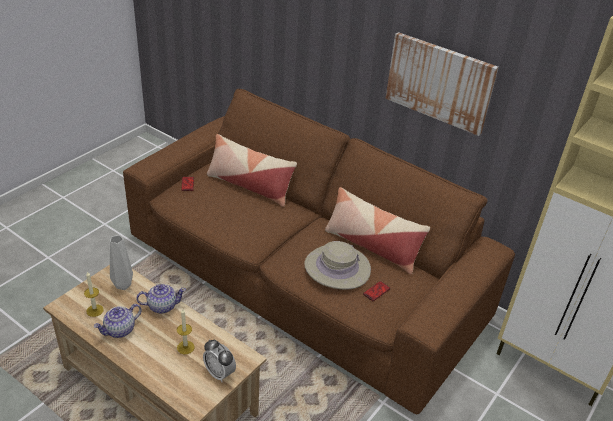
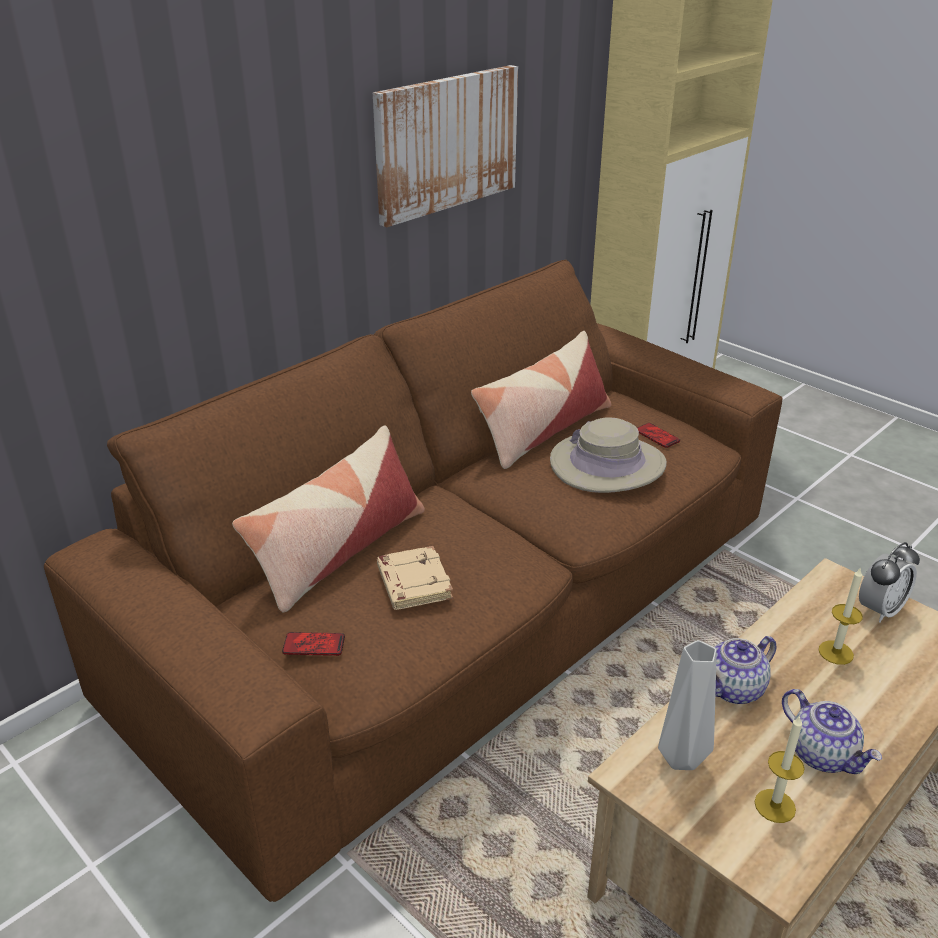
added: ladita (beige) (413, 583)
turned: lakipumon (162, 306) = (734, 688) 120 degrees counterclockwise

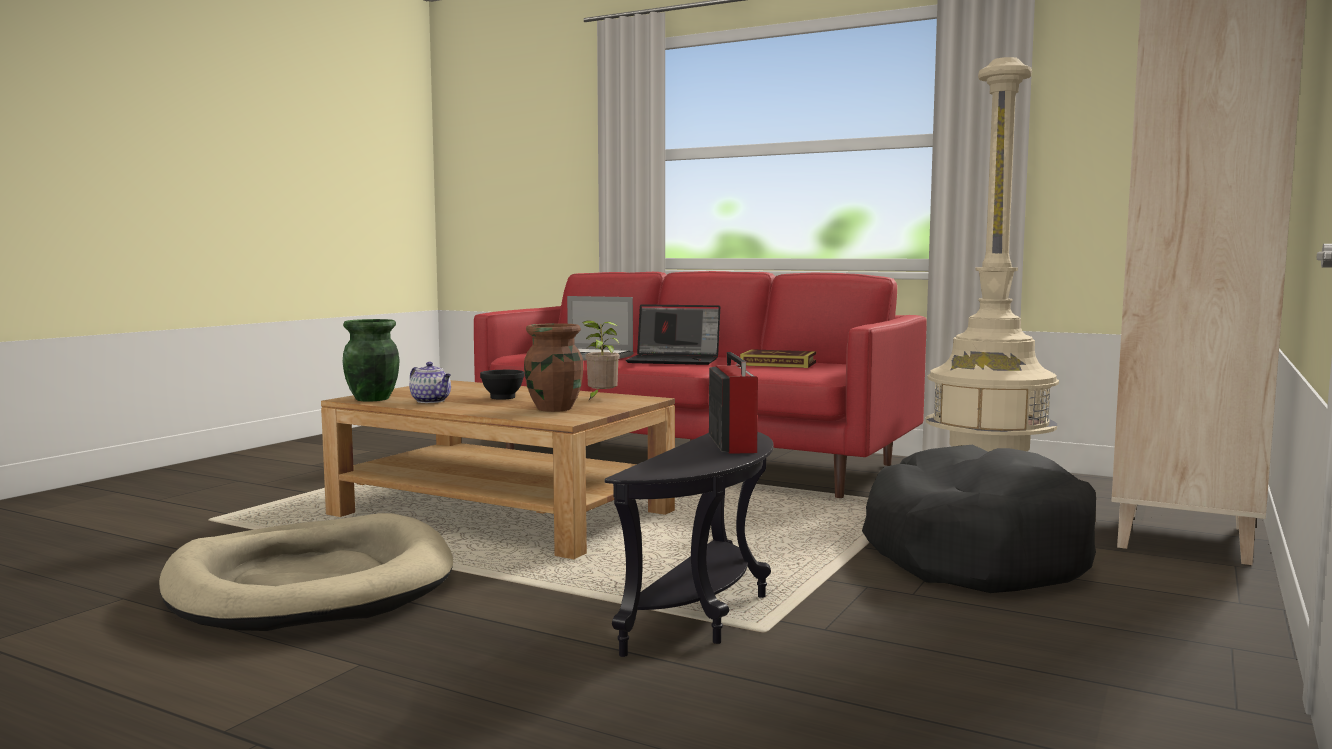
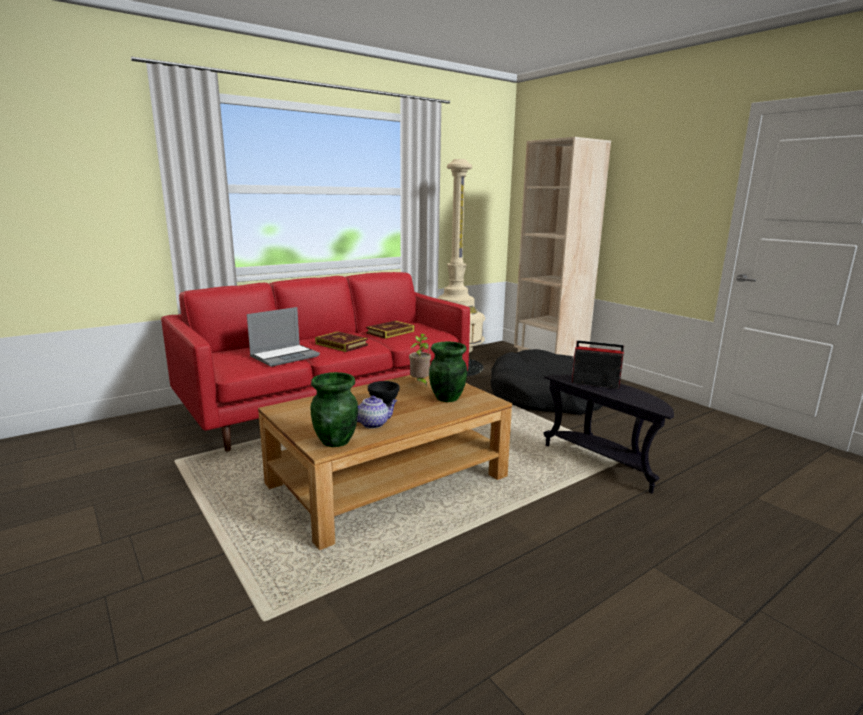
removed: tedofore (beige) (311, 584)
replaced: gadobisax (675, 361) to ladita (341, 344)
recoloured: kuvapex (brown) (553, 409) to kuvapex (green) (447, 398)

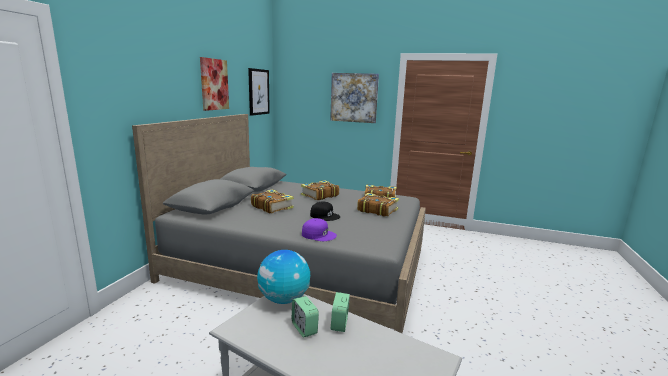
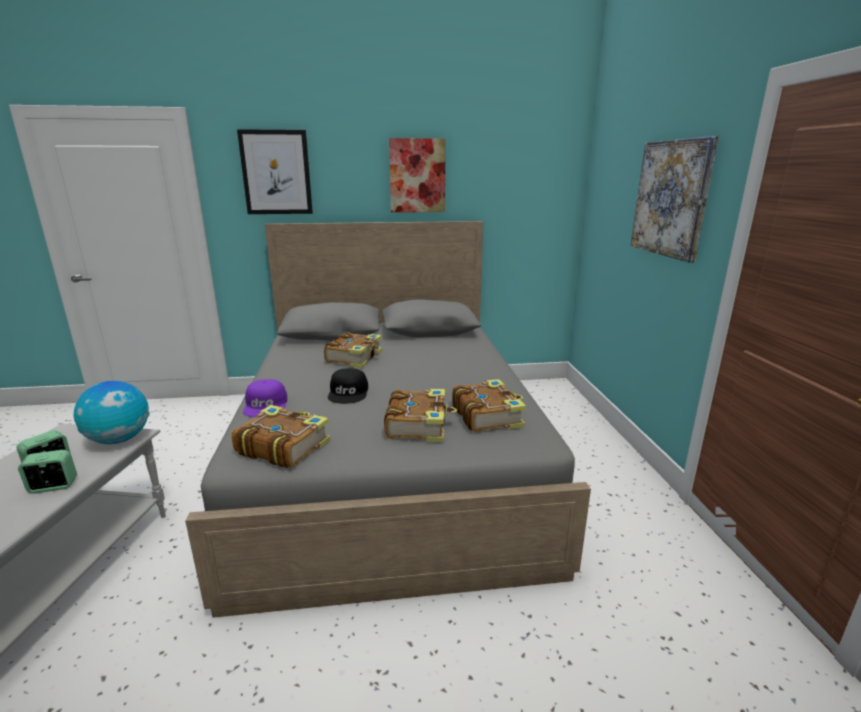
moved: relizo (258, 92) to (276, 173); ladita (319, 195) to (282, 446)

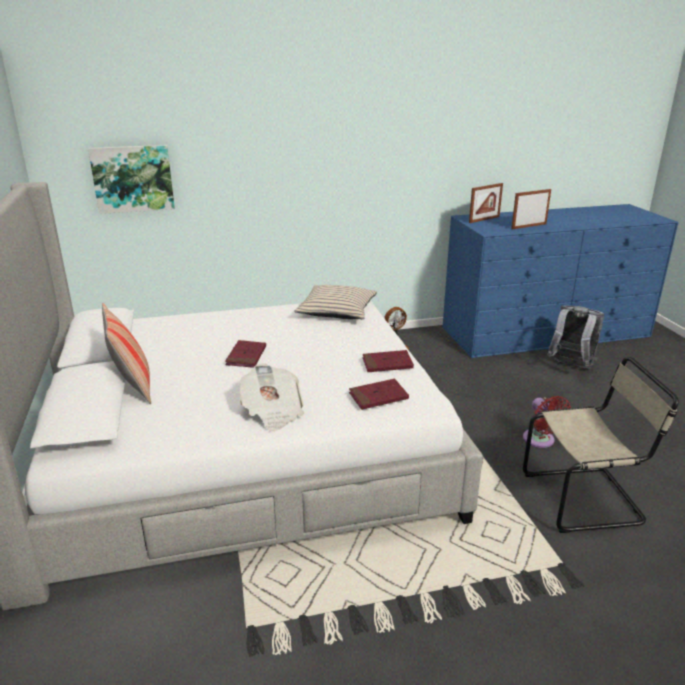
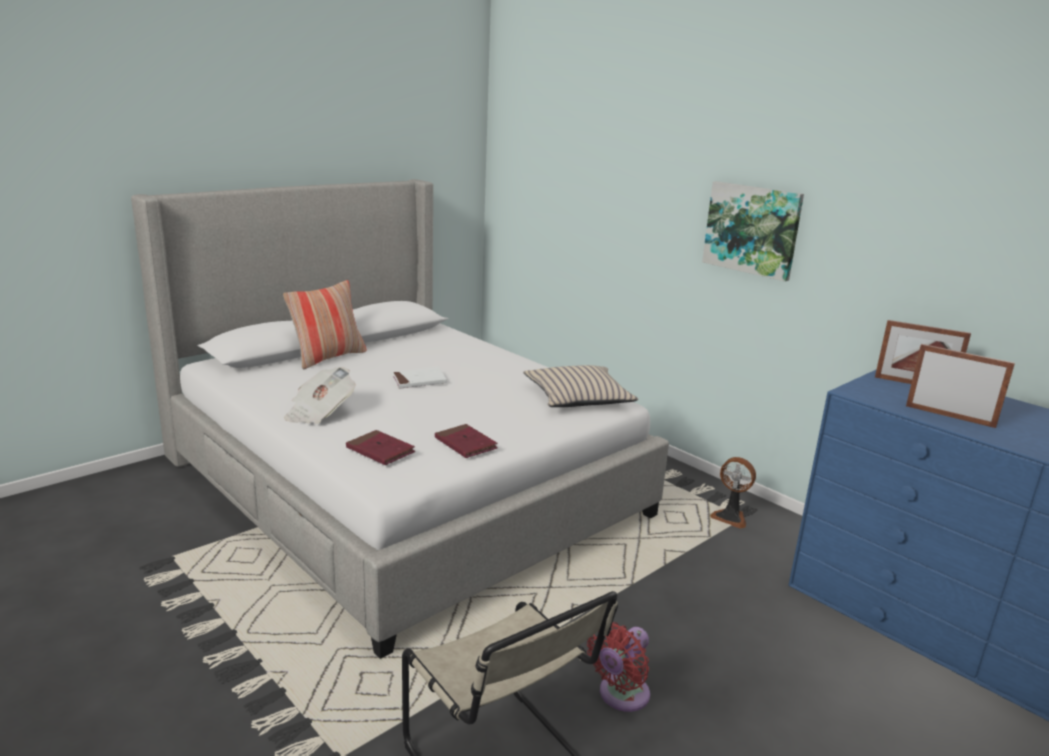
removed: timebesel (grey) (570, 367)
moved: relizo (133, 178) to (752, 229)
recoloured: ladita (red) (246, 356) to ladita (white) (419, 381)

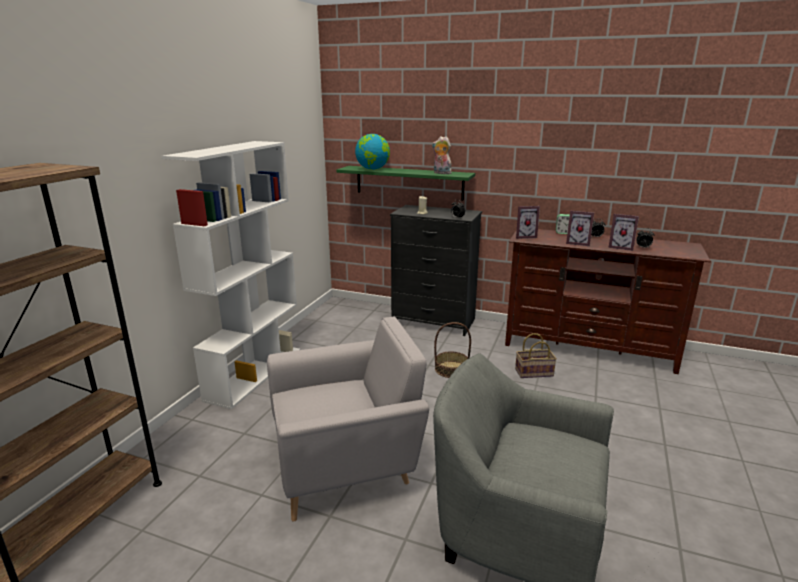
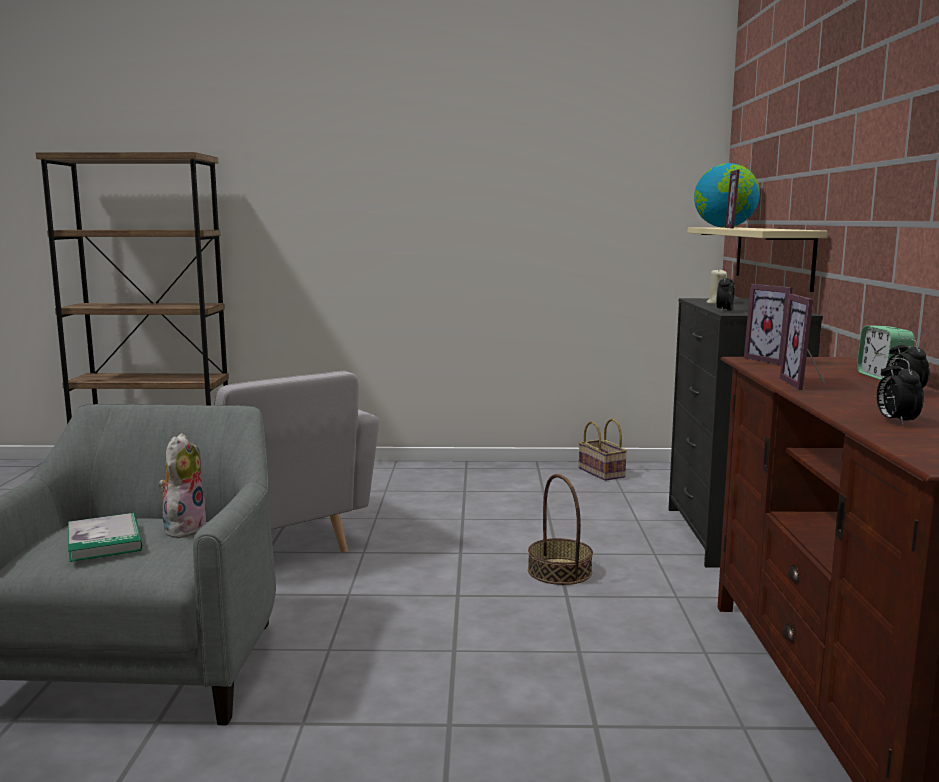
removed: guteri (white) (255, 373)
added: ladita (105, 541)
moved: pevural (441, 173) to (184, 528); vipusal (534, 372) to (603, 473); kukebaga (621, 247) to (739, 228)
recoloured: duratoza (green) (409, 182) to duratoza (beige) (772, 255)

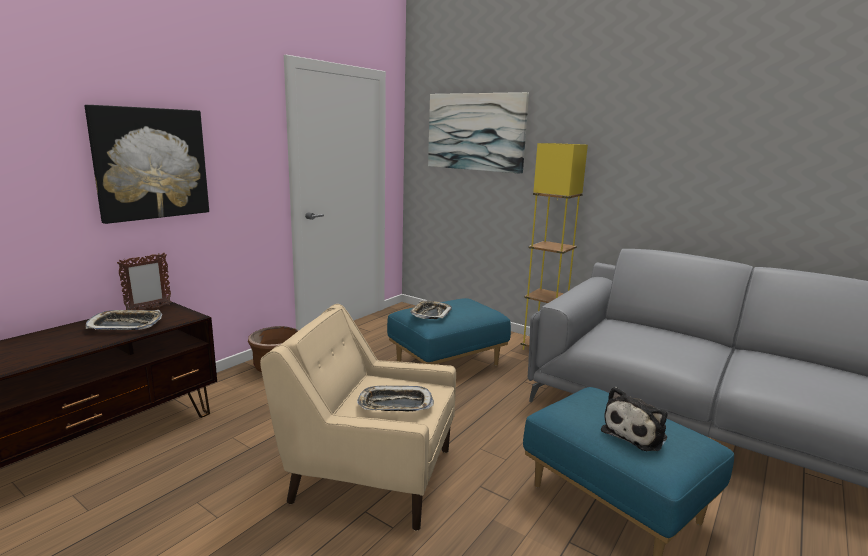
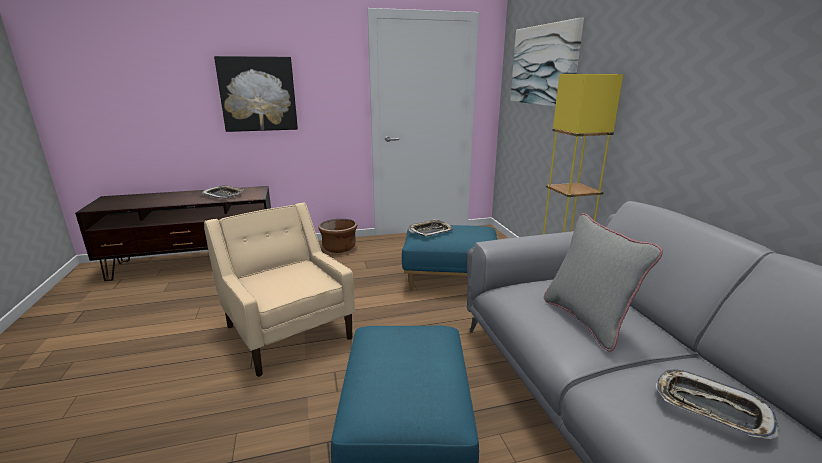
removed: kukebaga (148, 309); pevural (636, 433)
added: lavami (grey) (587, 320)
moved: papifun (395, 405) to (710, 408)

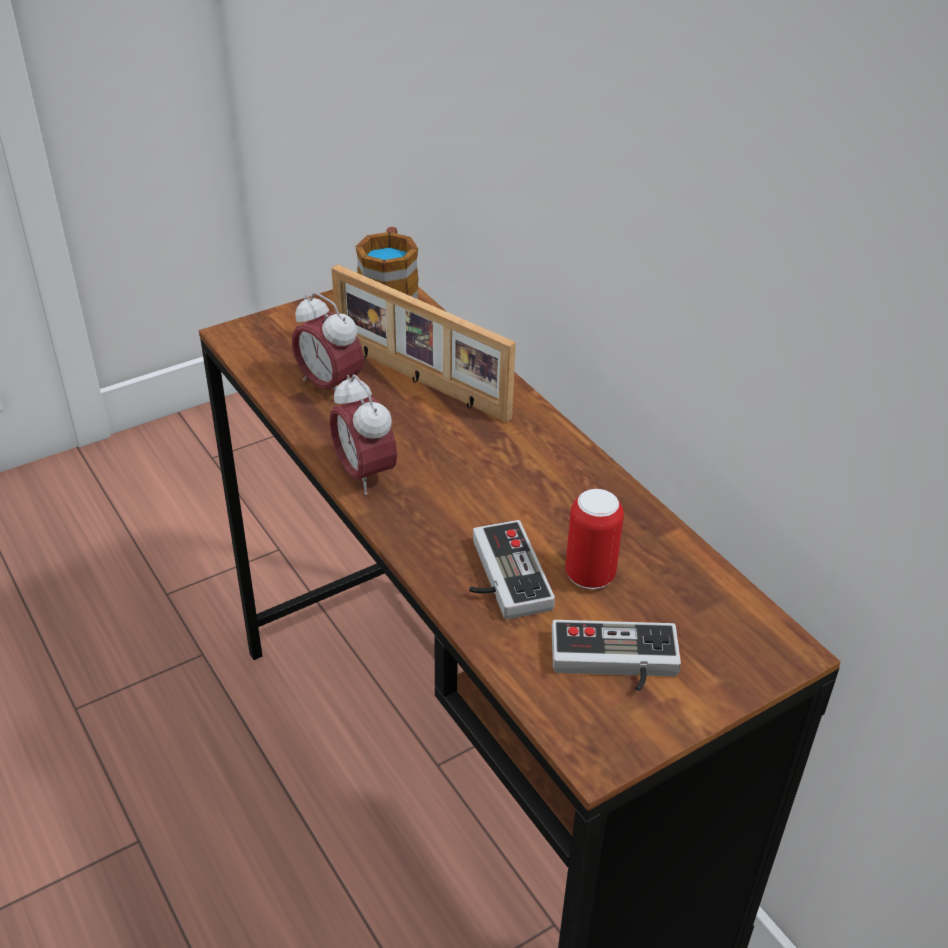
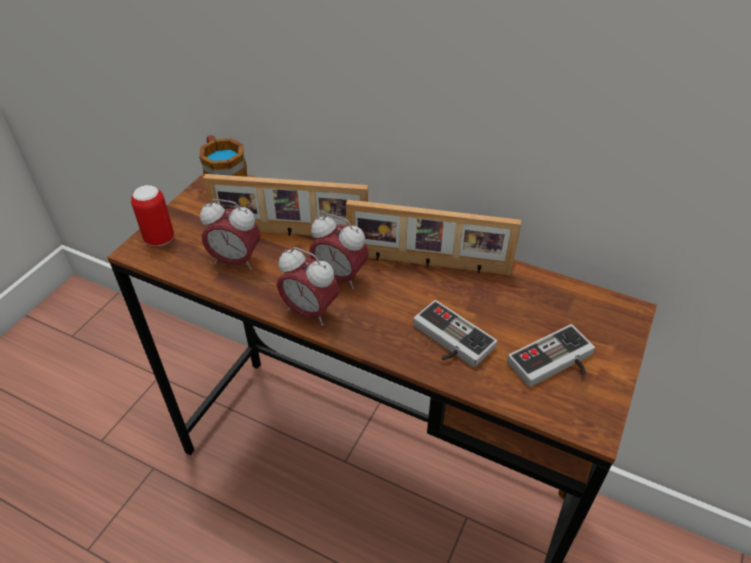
added: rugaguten (339, 277); kukebaga (427, 264)
moved: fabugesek (590, 575) to (159, 239)

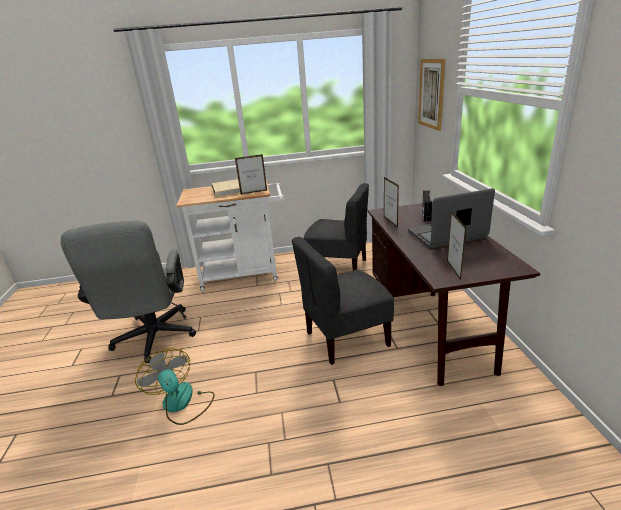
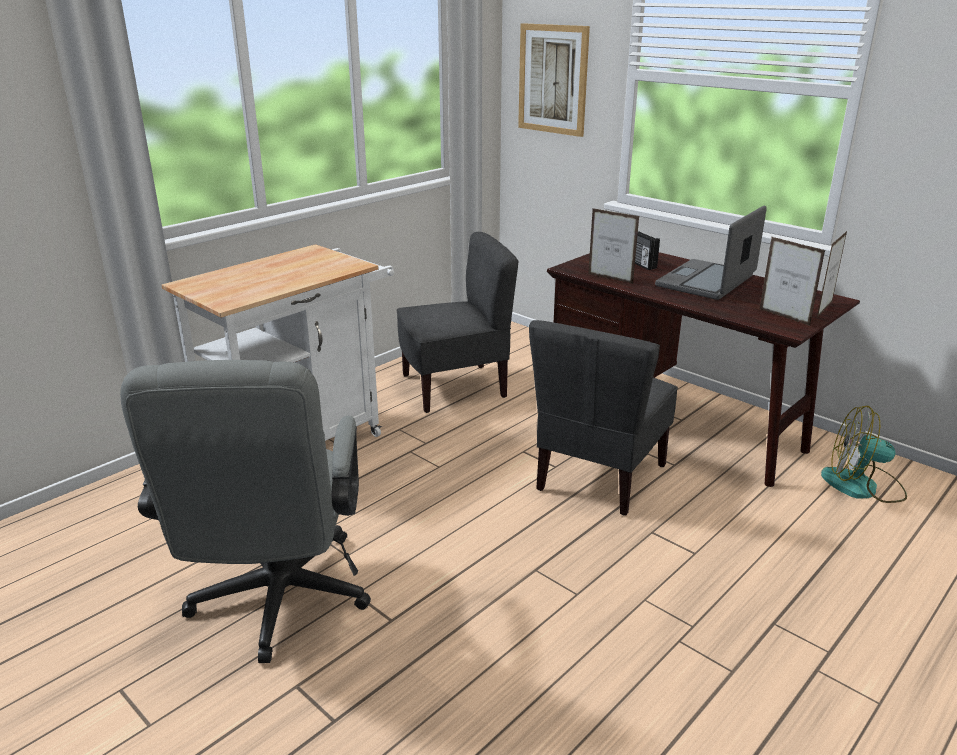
removed: ladita (beige) (227, 190)
moved: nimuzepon (182, 403) to (862, 486); kukebaga (254, 192) to (824, 310)
turned: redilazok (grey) (153, 340) = (277, 605) 45 degrees clockwise

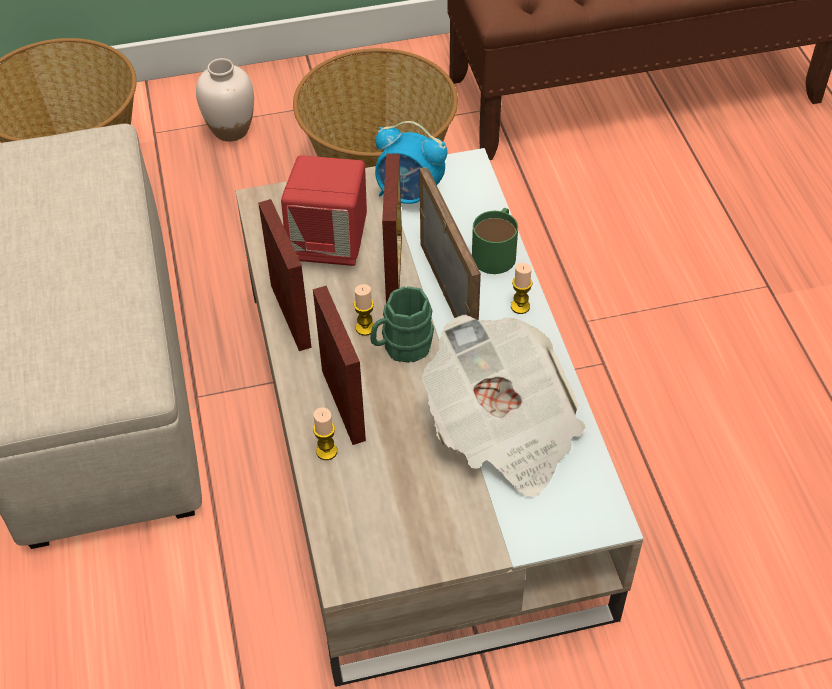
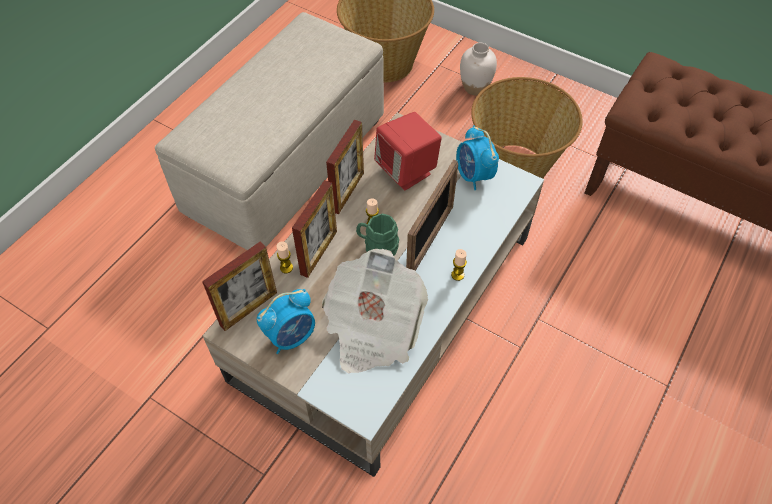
removed: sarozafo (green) (496, 251)
added: rugaguten (291, 336)
moved: kukebaga (394, 270) to (248, 309)

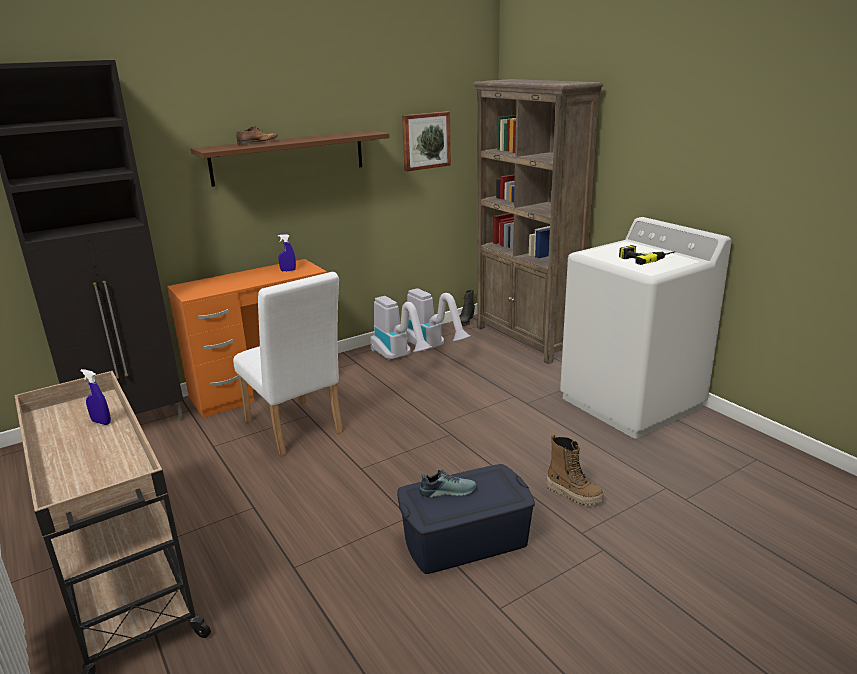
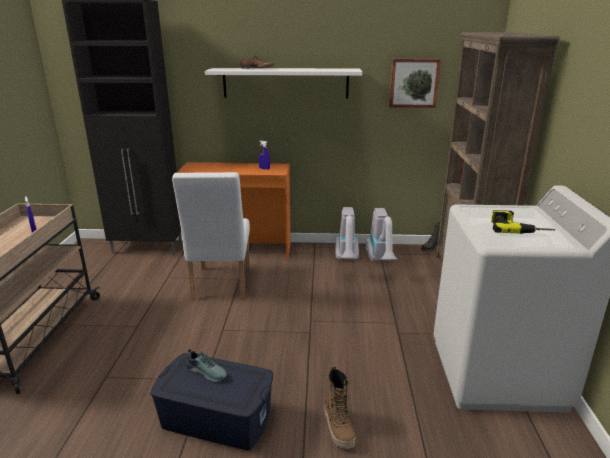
recoloured: duratoza (brown) (289, 157) to duratoza (white) (285, 83)

